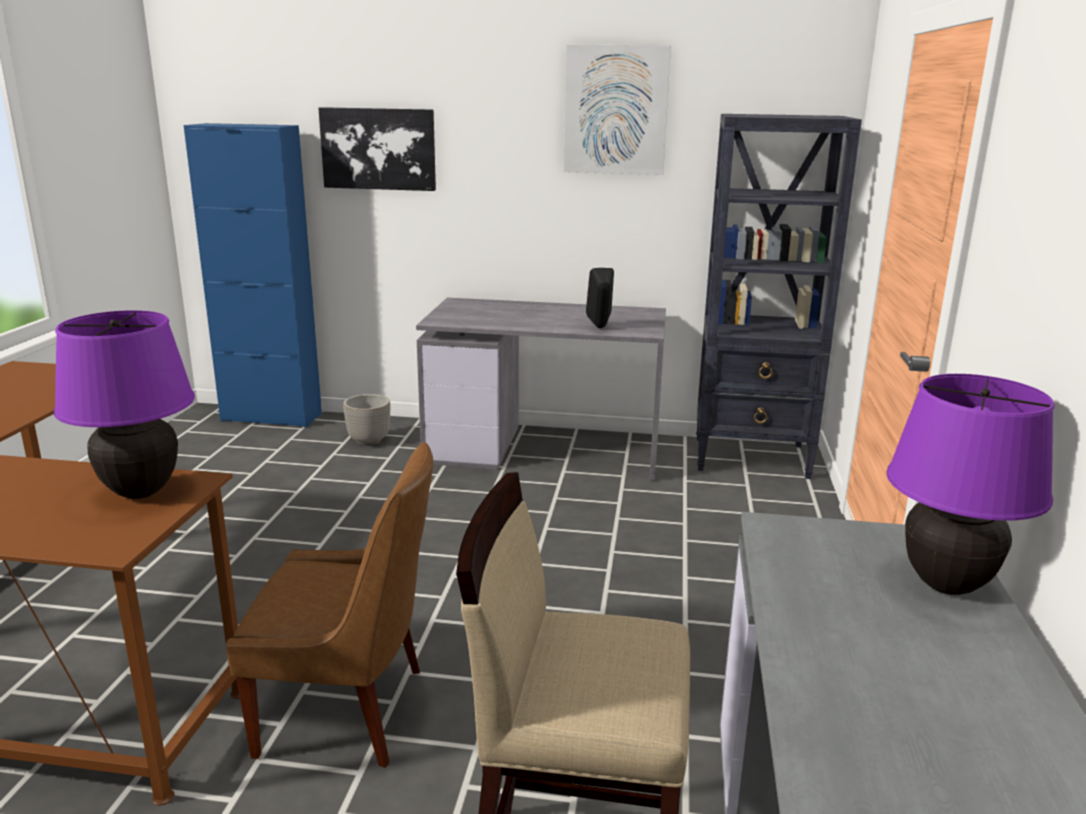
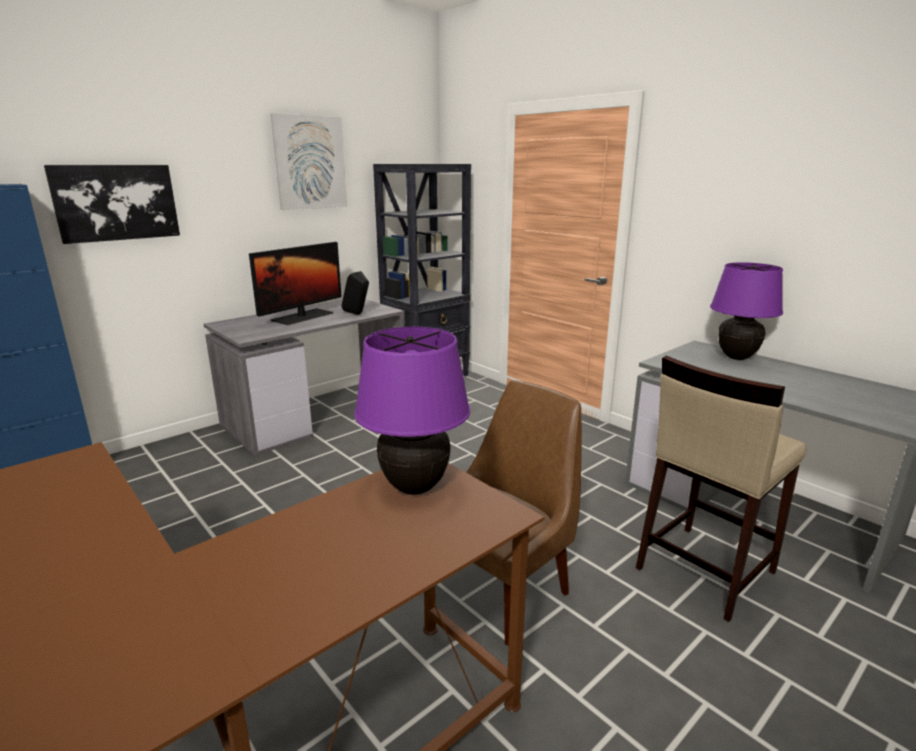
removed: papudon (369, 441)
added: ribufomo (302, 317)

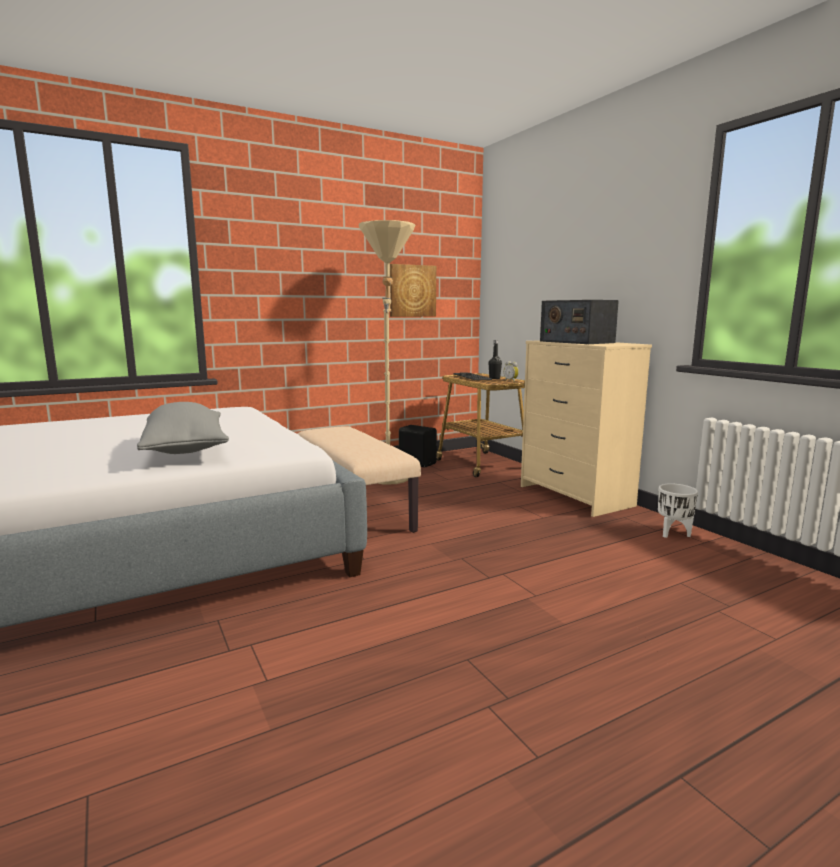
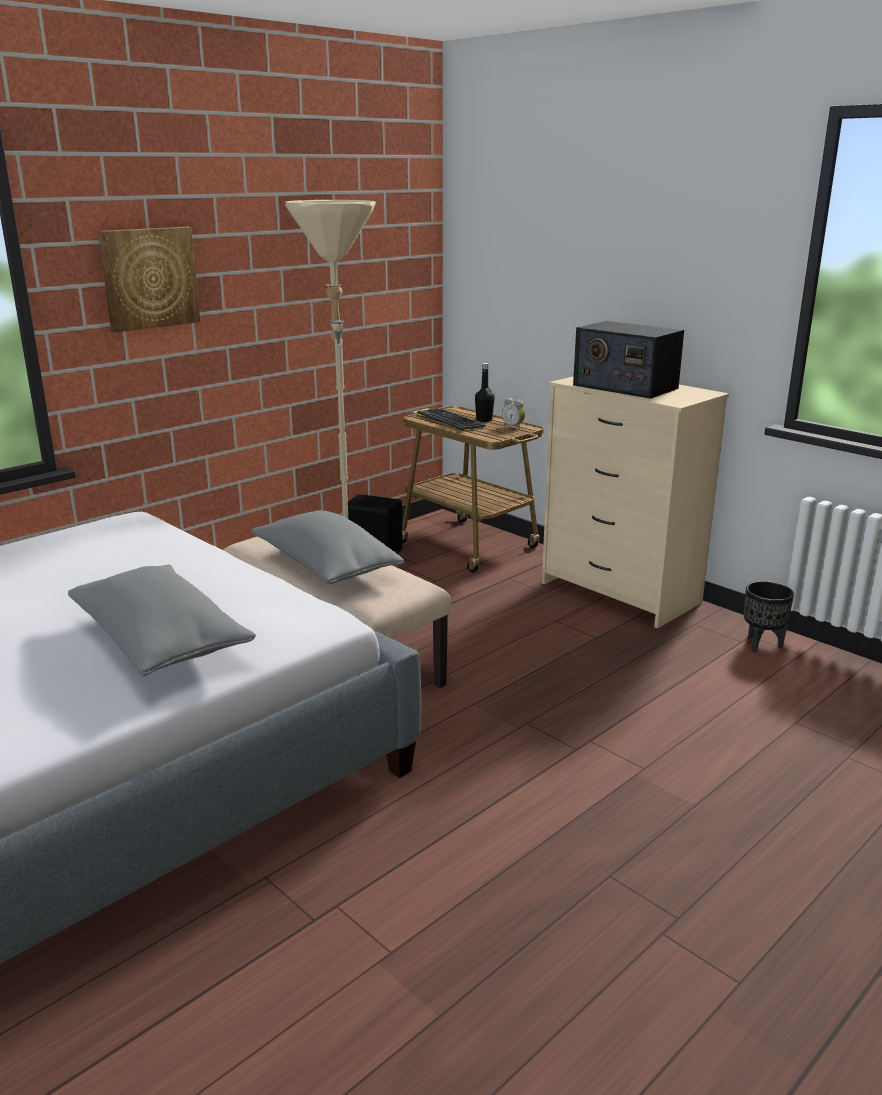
added: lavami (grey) (325, 567)
moved: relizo (412, 291) to (149, 278)
recoloured: papudon (white) (674, 534) to papudon (black) (762, 645)

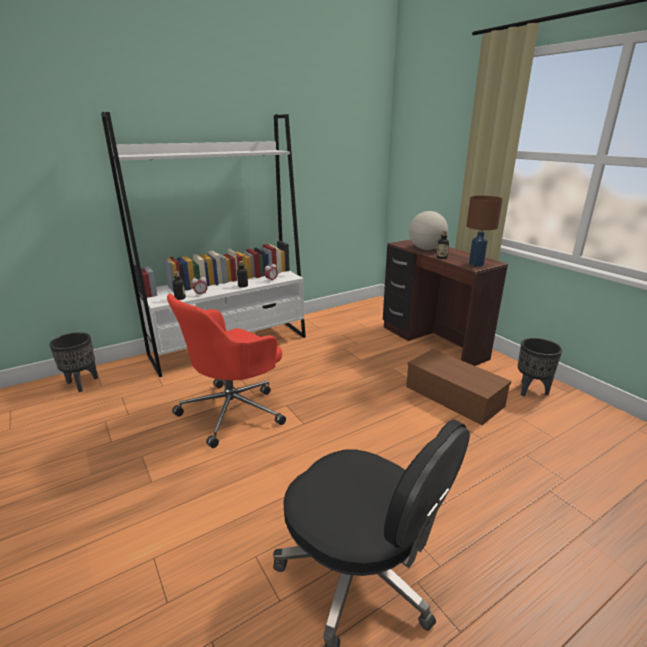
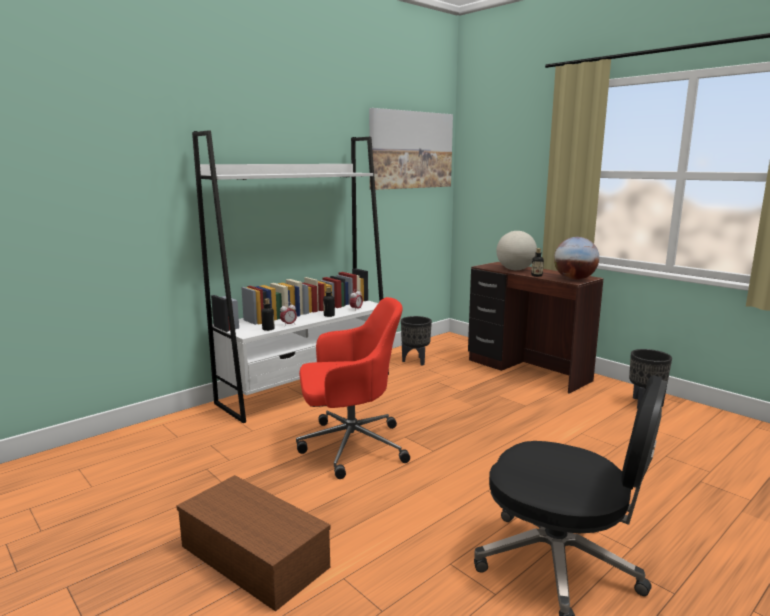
added: relizo (411, 150)
moved: papudon (black) (82, 383) to (415, 361); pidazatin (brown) (455, 396) to (257, 556)
replaced: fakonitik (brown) (476, 264) to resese (574, 279)
turned: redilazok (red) (233, 410) = (350, 446) 135 degrees counterclockwise

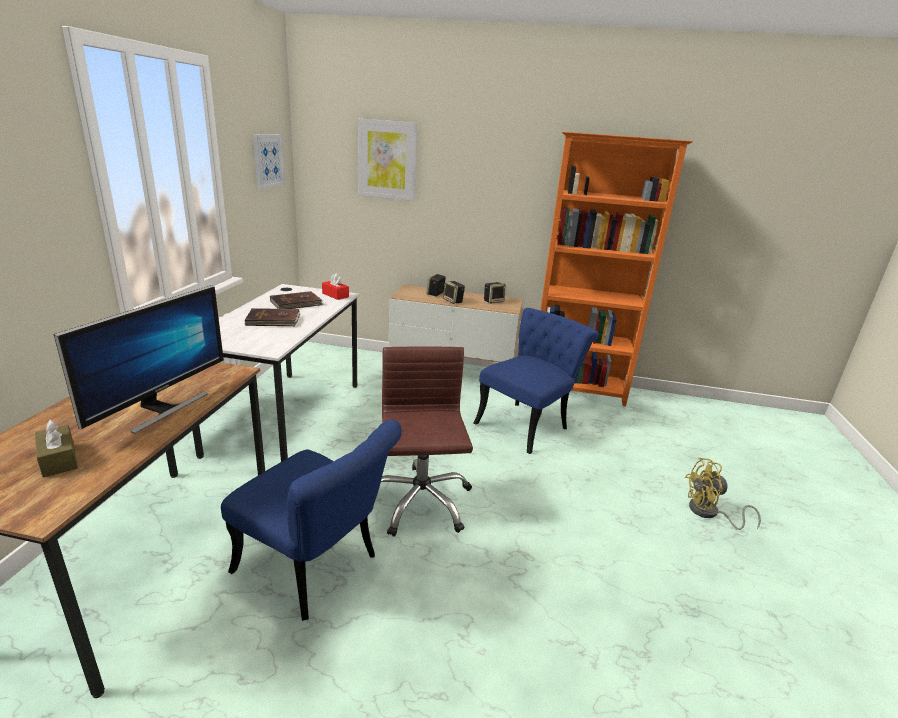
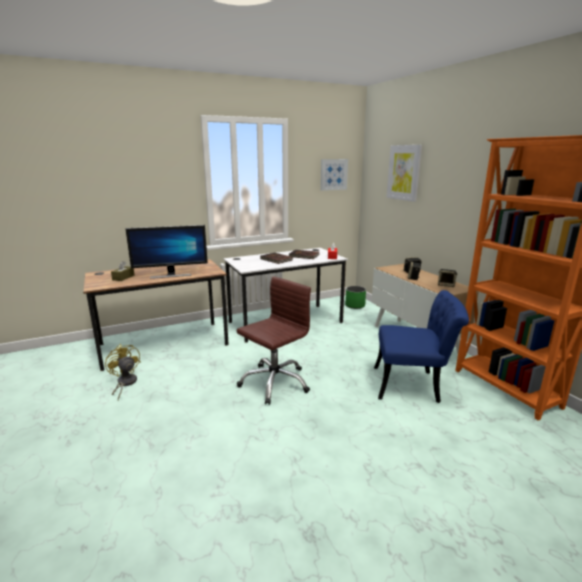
removed: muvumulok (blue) (317, 569)
added: papudon (green) (355, 305)
moved: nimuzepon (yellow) (709, 513) to (125, 383)

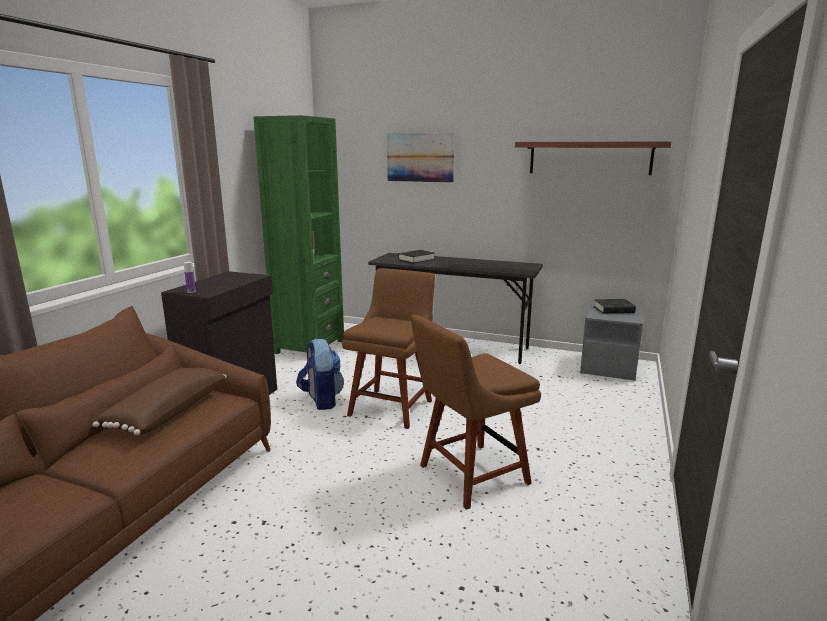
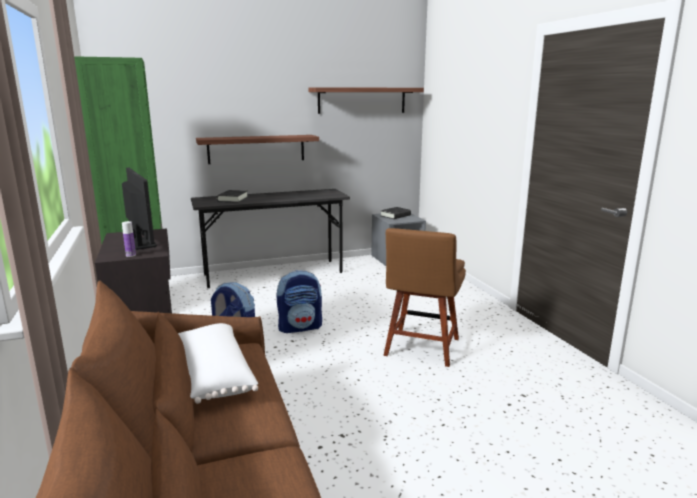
removed: relizo (420, 157)
added: ribufomo (140, 243); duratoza (256, 149)
replaced: muvumulok (brown) (392, 406) to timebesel (300, 327)
recoloured: lavami (brown) (166, 412) to lavami (white) (213, 375)

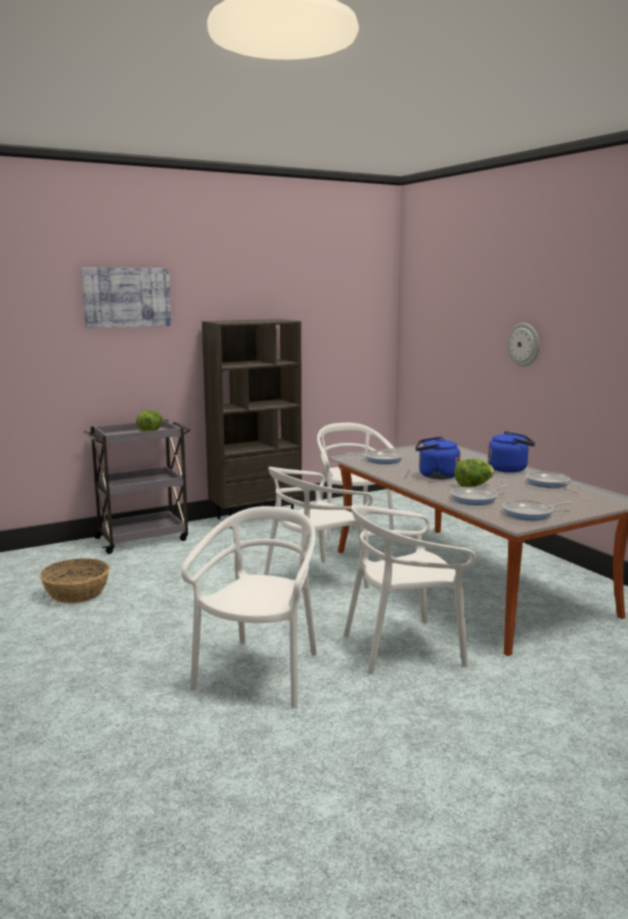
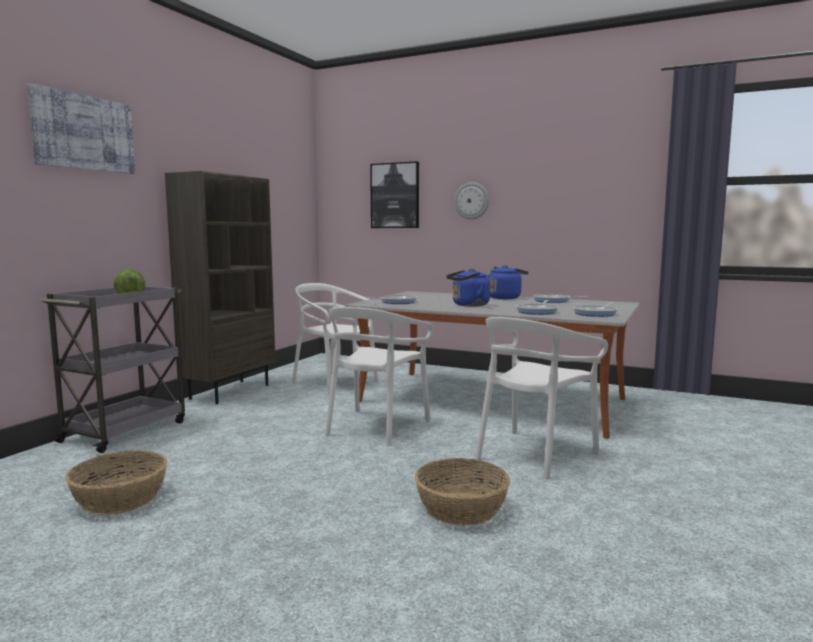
removed: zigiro (473, 486)
added: relizo (395, 195)
replaced: muvumulok (white) (260, 673) to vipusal (461, 508)

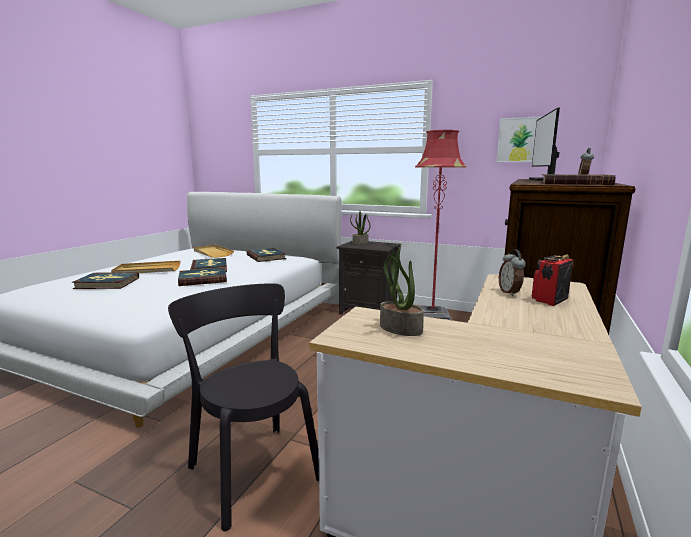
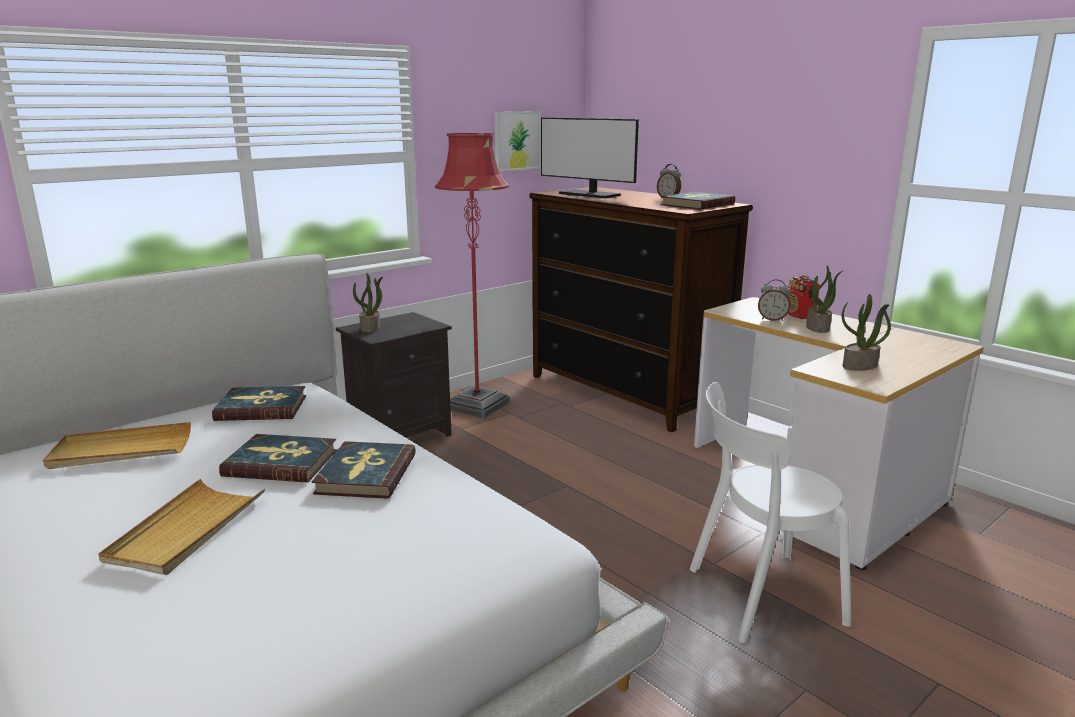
removed: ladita (107, 283)
added: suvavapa (818, 328)
recoloured: muvumulok (black) (252, 468) to muvumulok (white) (758, 596)

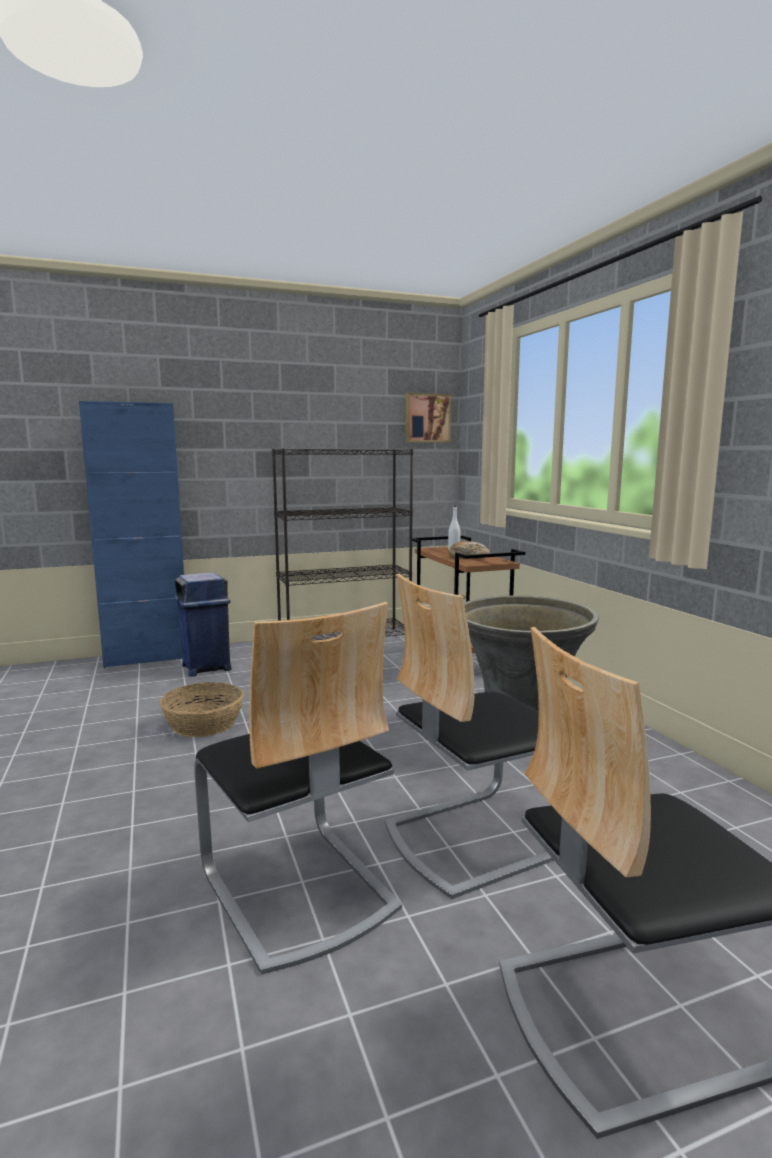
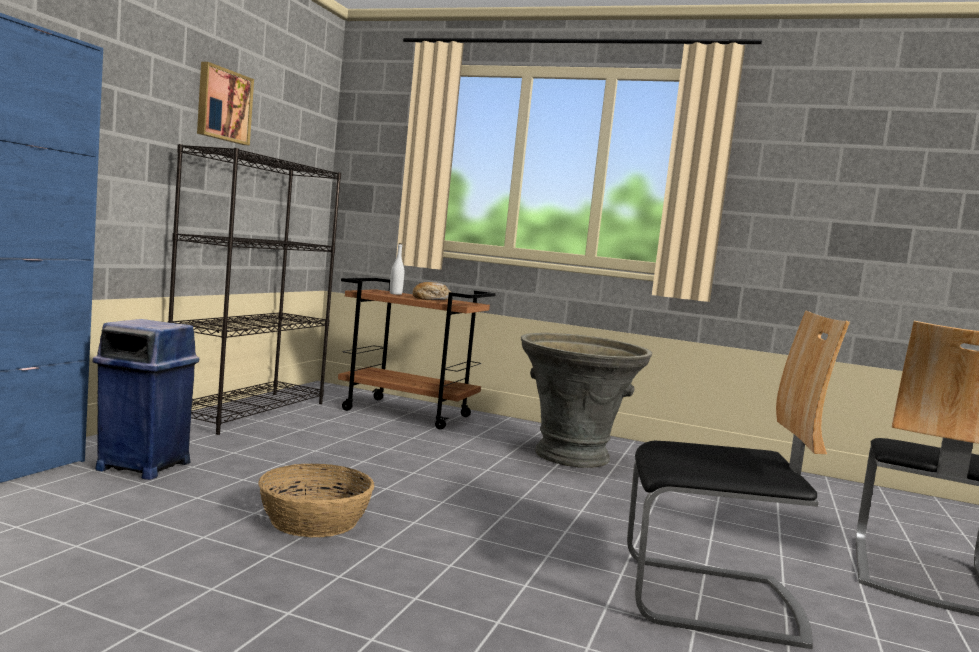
removed: muvumulok (474, 837)
moved: relizo (427, 418) to (223, 105)

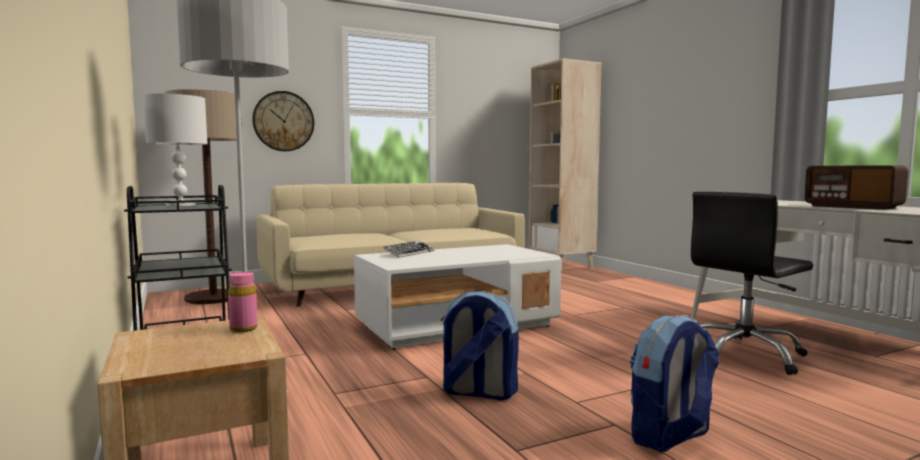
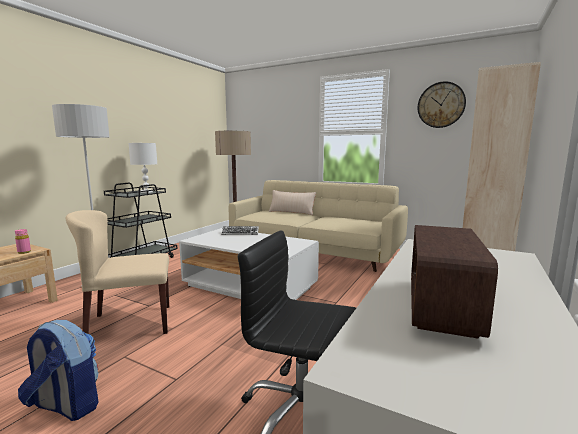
added: lavami (beige) (292, 212)
moved: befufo (283, 121) to (441, 105)
replaced: timebesel (478, 392) to muvumulok (beige) (129, 324)

